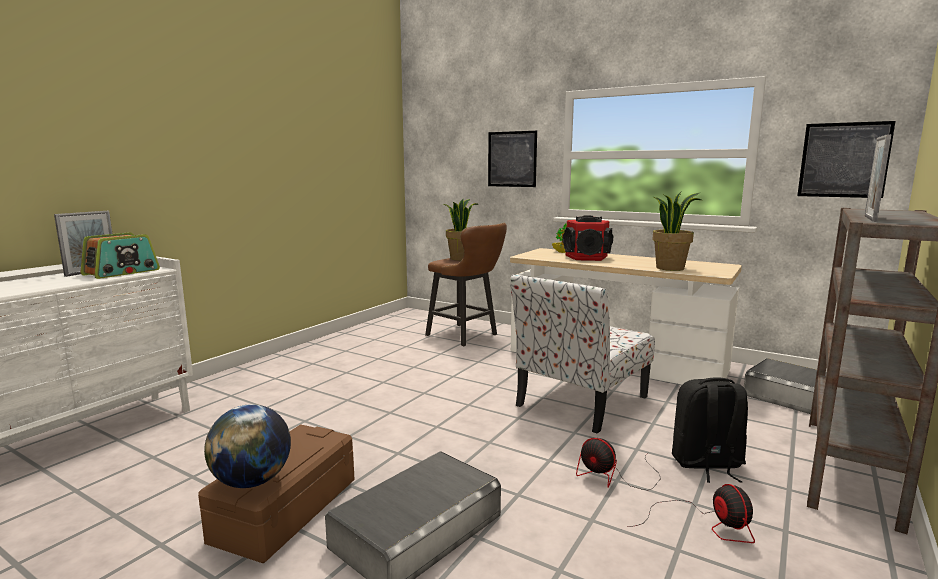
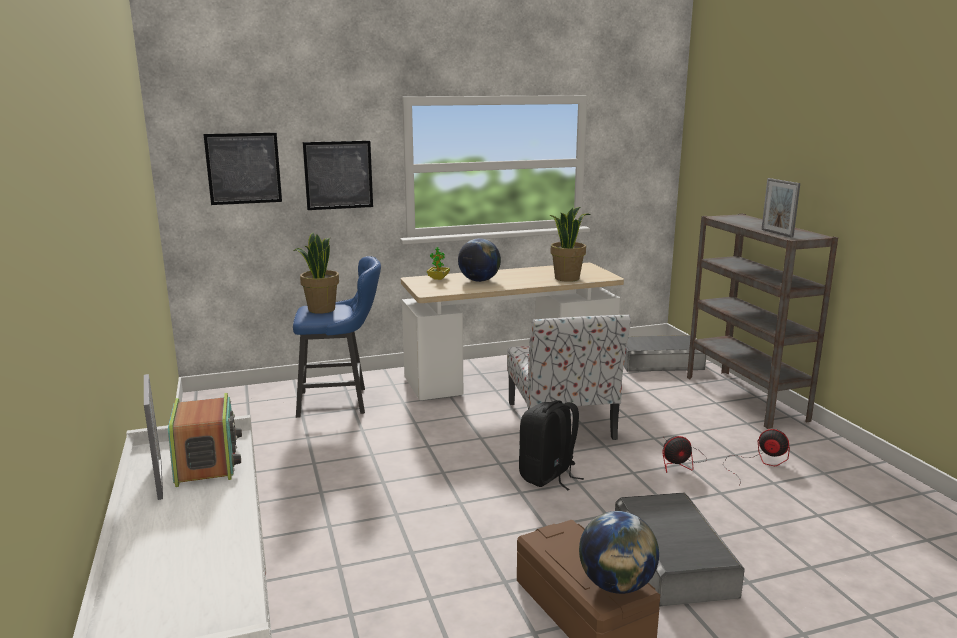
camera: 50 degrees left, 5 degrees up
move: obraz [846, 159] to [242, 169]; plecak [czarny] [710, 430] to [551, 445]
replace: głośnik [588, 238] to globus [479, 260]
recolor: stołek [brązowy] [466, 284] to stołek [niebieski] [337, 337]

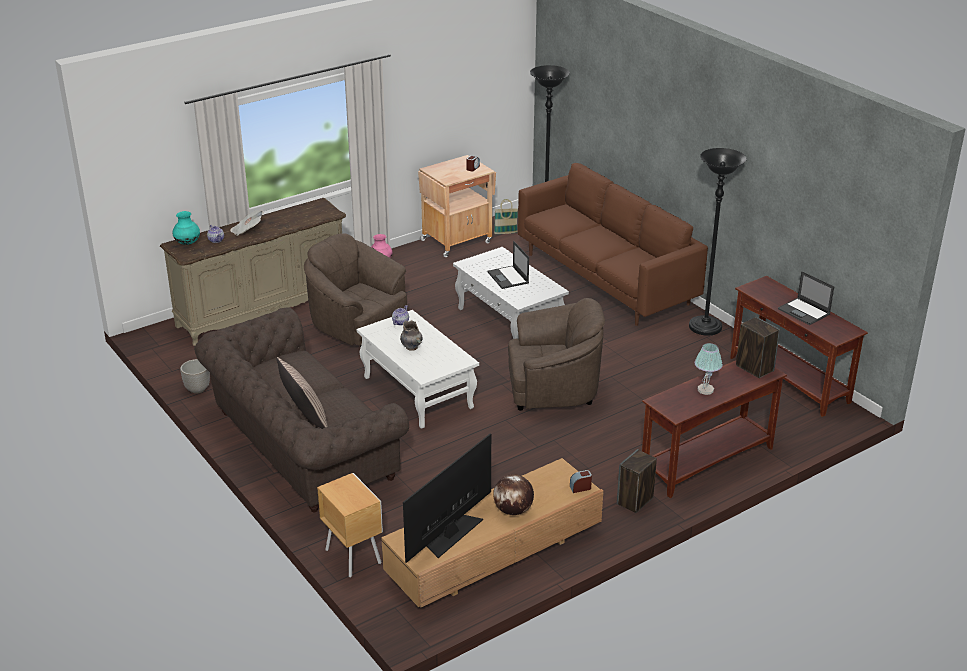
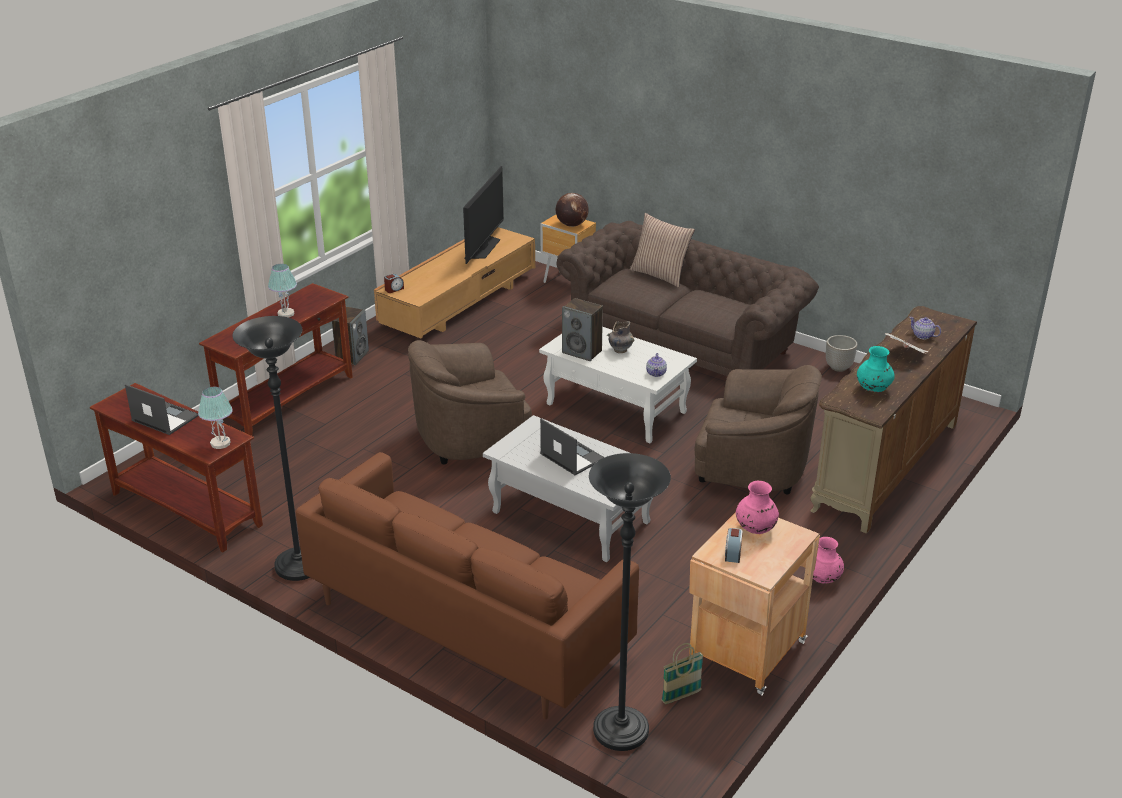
camera: 160 degrees right, 0 degrees up
insert: lampa stołowa [215, 418]; wazon [różowy] [757, 507]
move: globus [513, 494] to [572, 210]; głośnik [758, 347] to [582, 329]; wazon [turkusowy] [186, 228] to [876, 369]

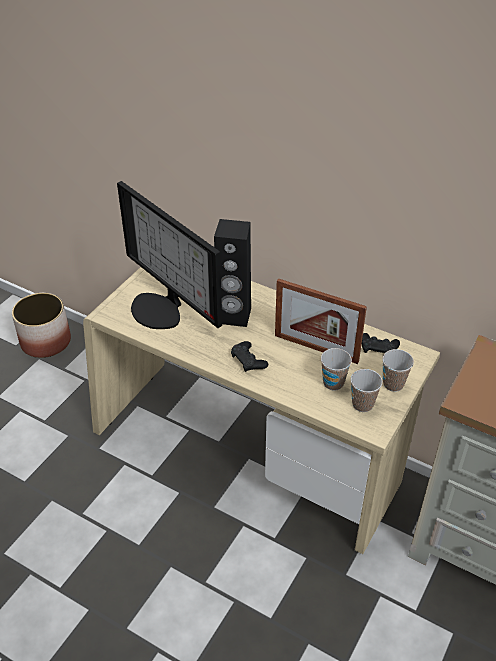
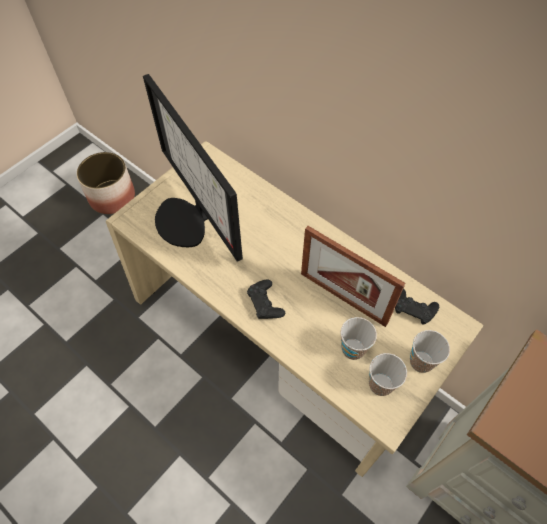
camera: 10 degrees right, 15 degrees up
delete: głośnik [czarny] [232, 273]

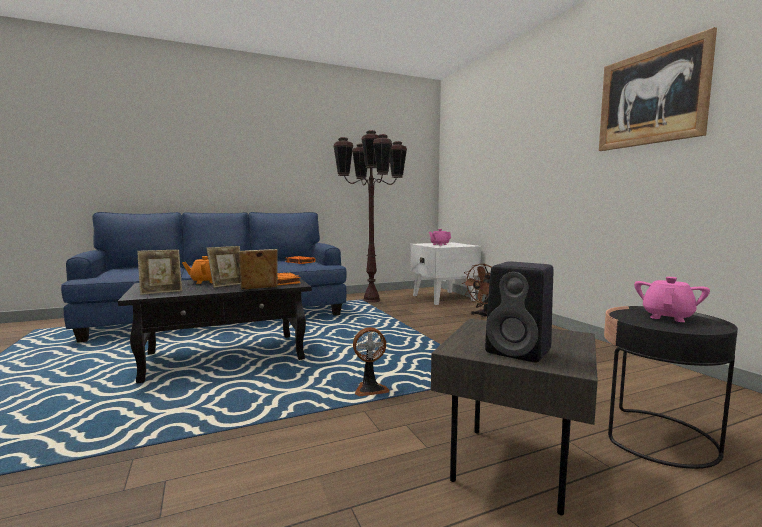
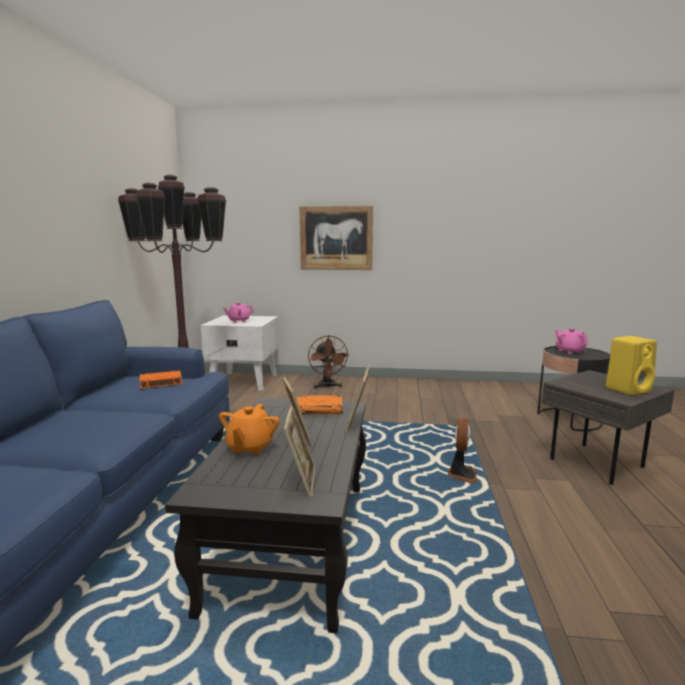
camera: 60 degrees left, 5 degrees up
move: obraz [658, 89] to [336, 238]
recolor: głośnik [czarny] [519, 312] to głośnik [żółty] [631, 365]

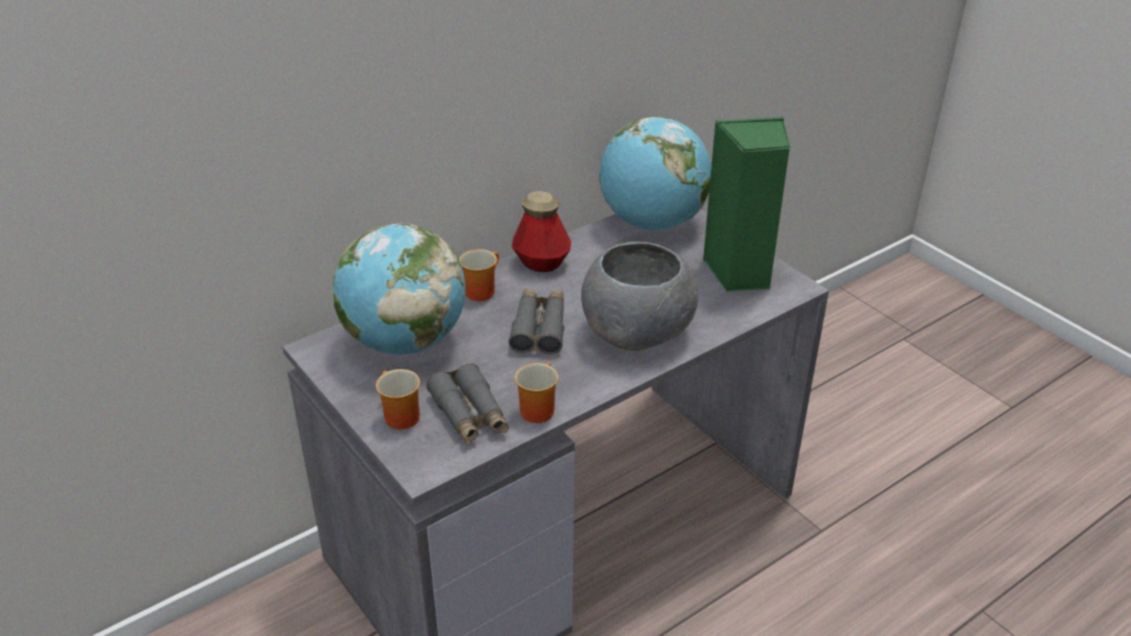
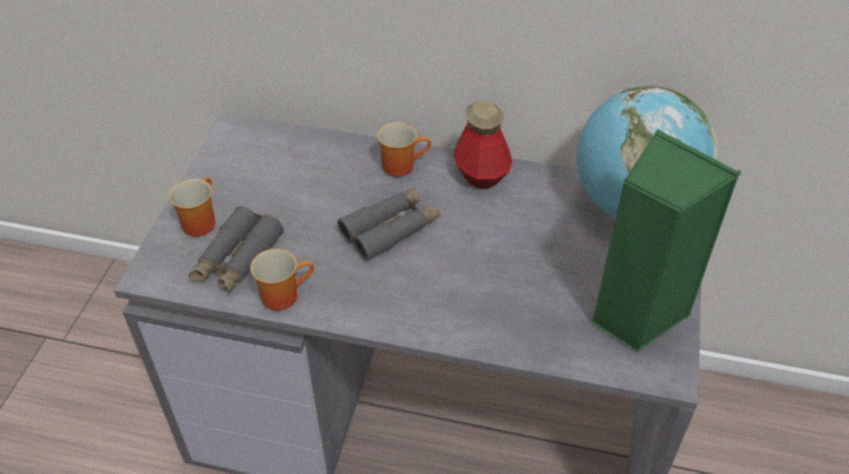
camera: 50 degrees right, 10 degrees up
delete: globus [399, 289]; miska [szary] [639, 296]

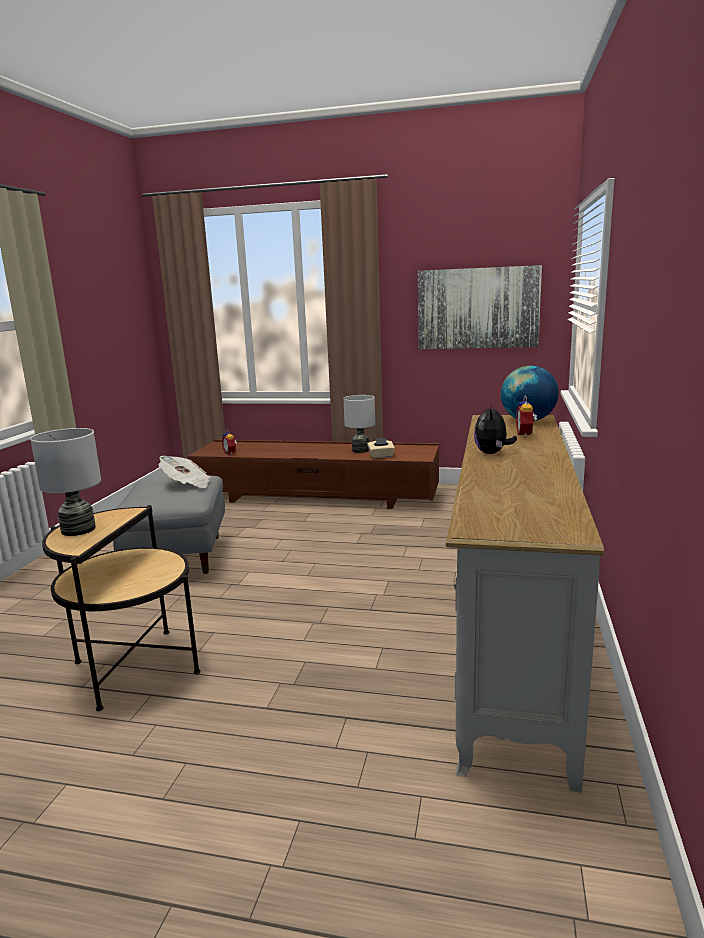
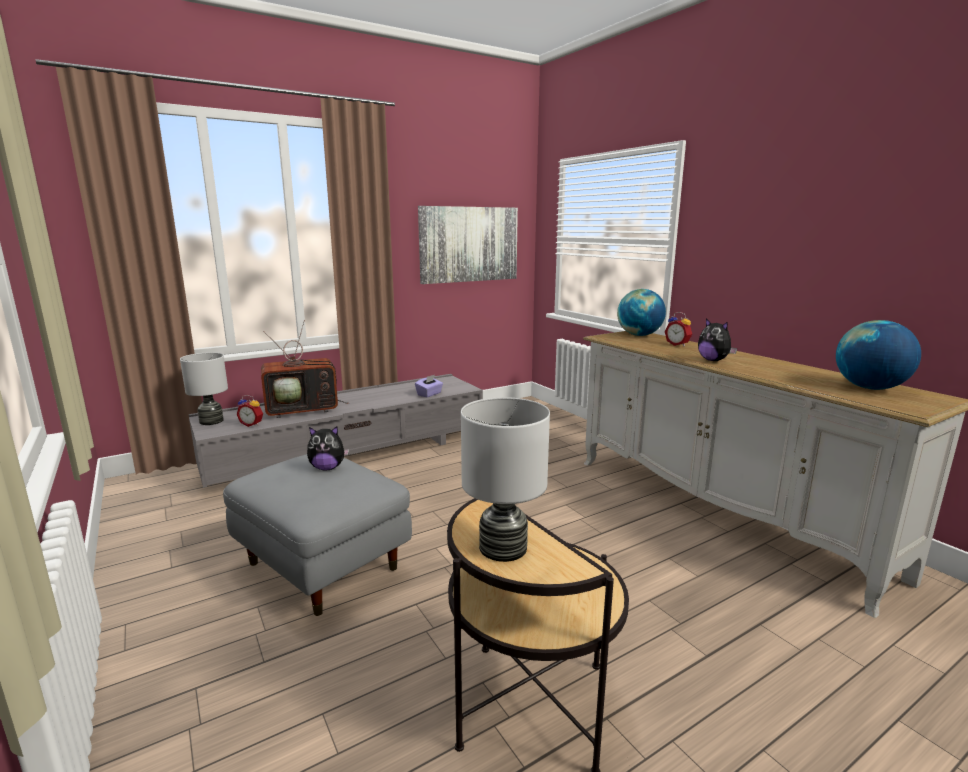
camera: 45 degrees left, 0 degrees up
insert: telewizor [305, 369]; globus [878, 355]
move: lampa stołowa [szary] [359, 424] to [204, 388]
replace: gazeta [184, 472] to pluszak [328, 449]
recolor: szafka pod telewizor [brązowy] [313, 474] to szafka pod telewizor [szary] [336, 431]; pudełko chusteczek [beżowy] [381, 448] to pudełko chusteczek [fioletowy] [429, 386]

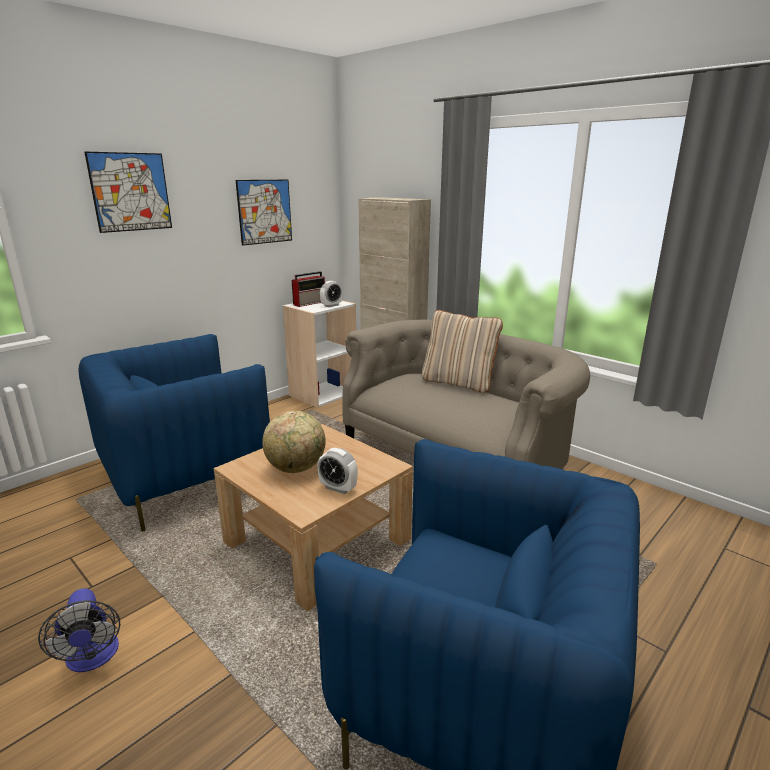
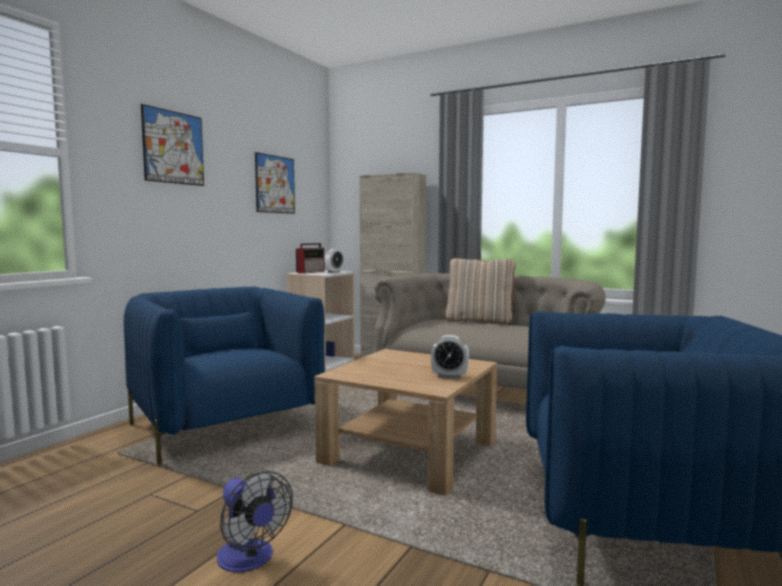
camera: 15 degrees left, 15 degrees down
delete: globus [294, 442]
rotate: fotel [niebieski] [174, 432] = [224, 376] 105 degrees clockwise

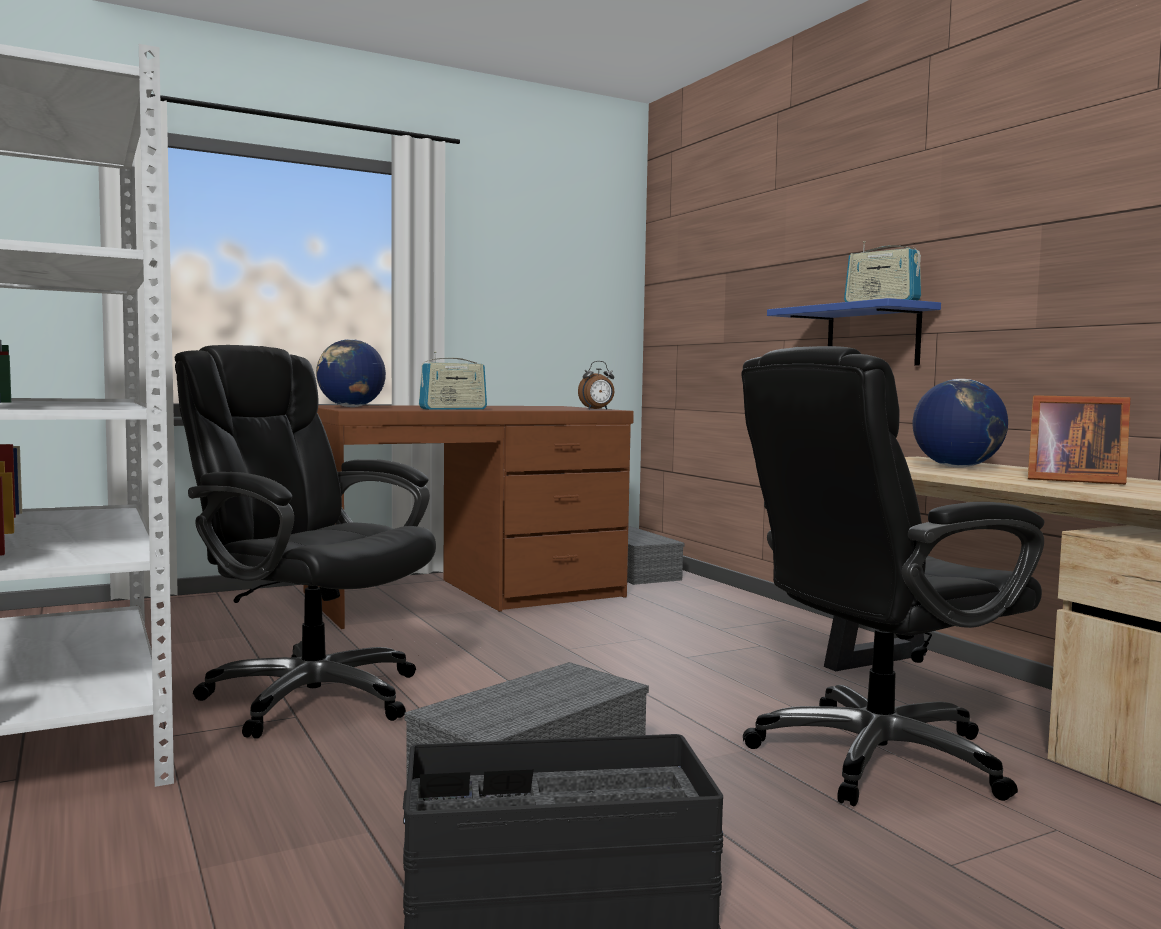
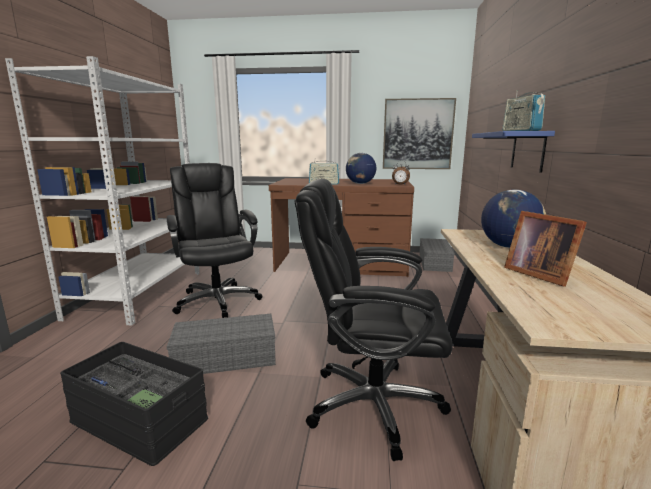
camera: 35 degrees right, 10 degrees up
insert: obraz [419, 133]
move: globus [351, 373] to [361, 168]

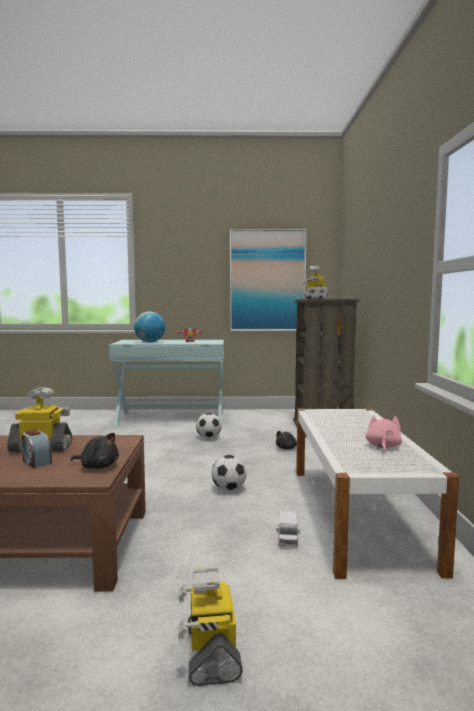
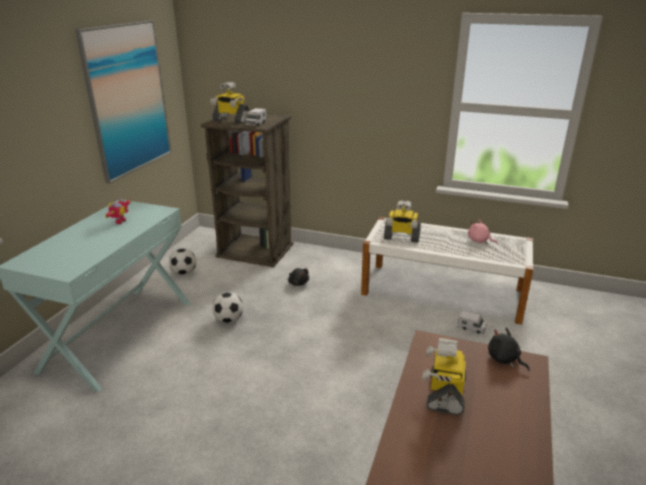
camera: 70 degrees left, 20 degrees up
delete: budzik [37, 449]; globus [149, 327]
move: piłka futbolowa [229, 473] to [182, 261]; robot zabawkowy [210, 626] to [402, 221]
rotate: pluszak [czarny] [95, 451] = [509, 349] 75 degrees counterclockwise

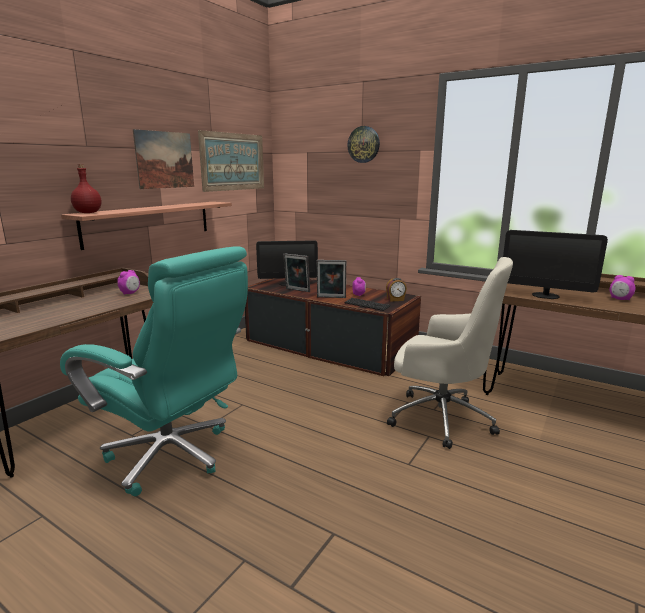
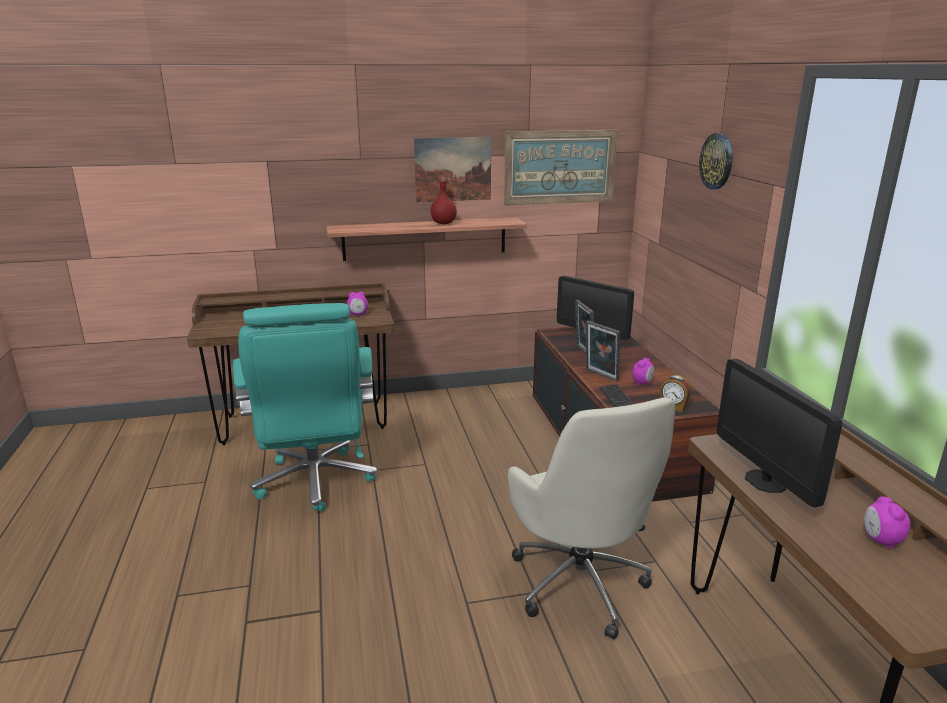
camera: 45 degrees right, 5 degrees up
move: butelka [czerwony] [86, 188] to [444, 200]

